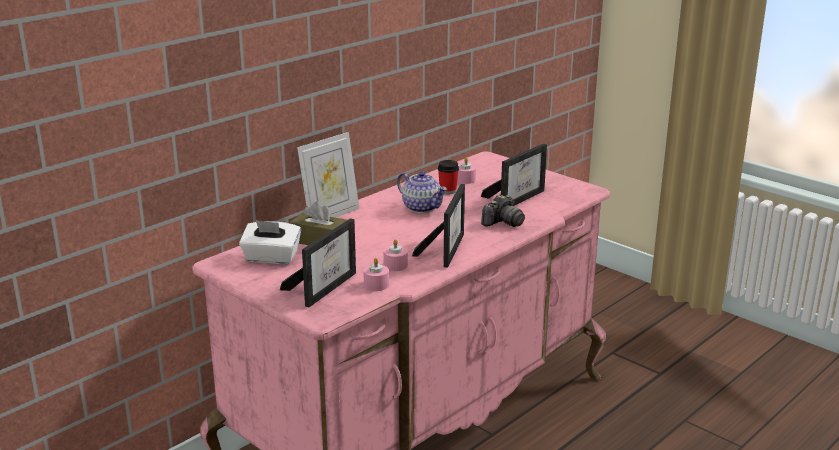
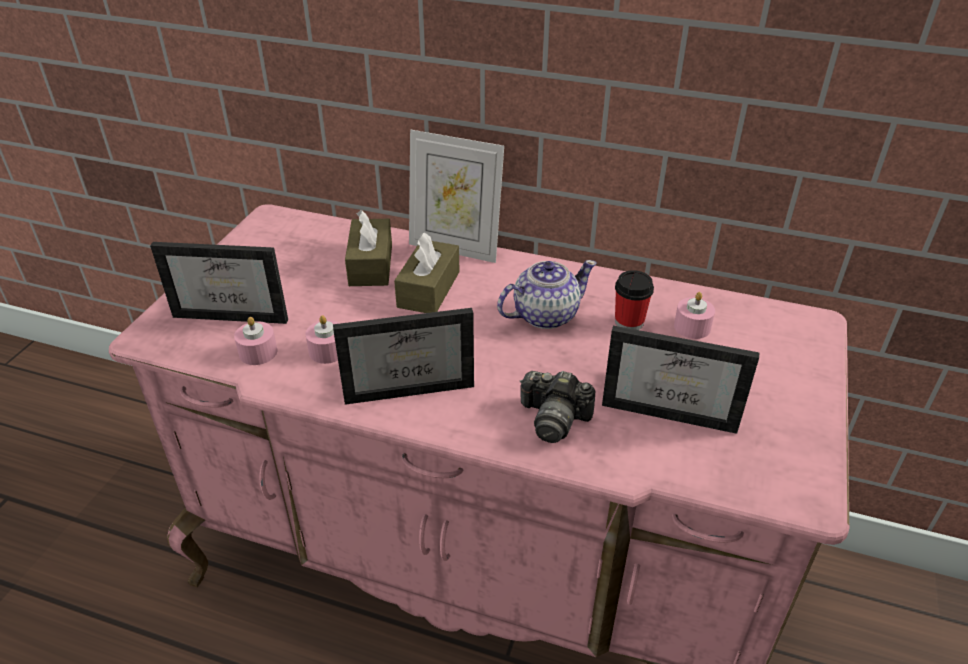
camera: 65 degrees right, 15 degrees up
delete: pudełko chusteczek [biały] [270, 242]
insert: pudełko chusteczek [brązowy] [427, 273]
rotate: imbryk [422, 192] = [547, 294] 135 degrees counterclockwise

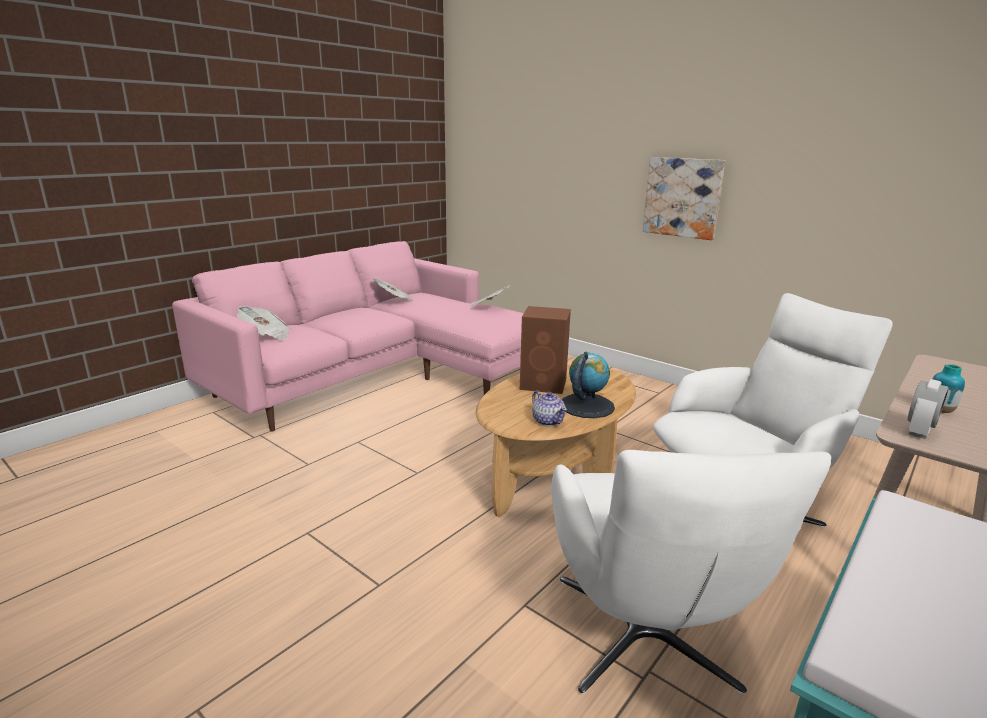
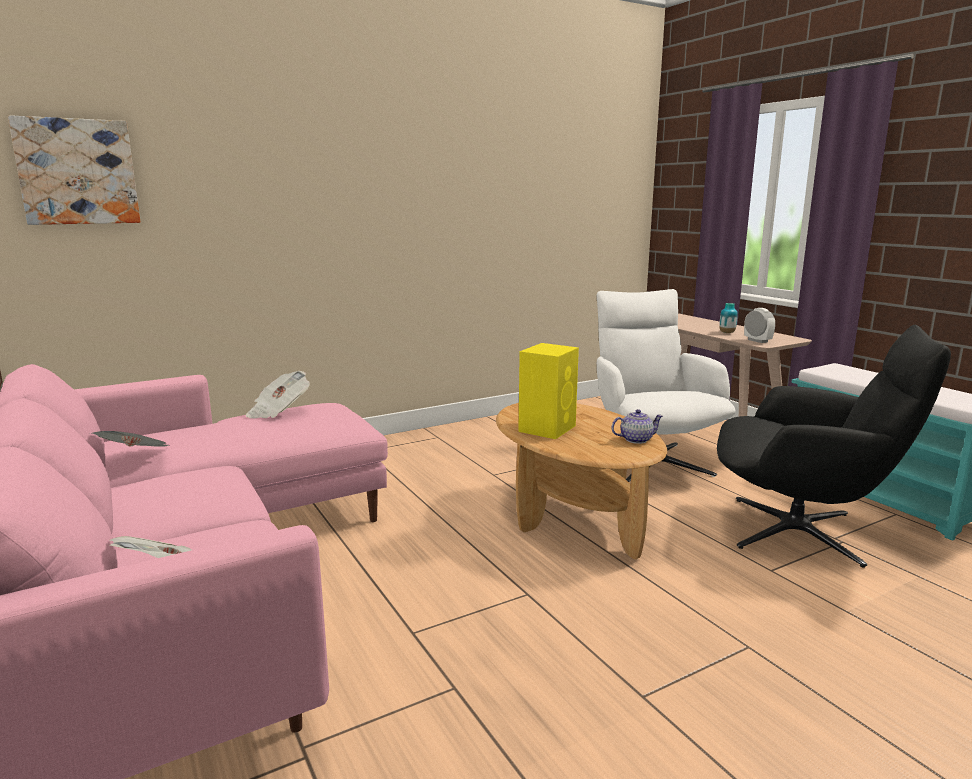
camera: 70 degrees left, 5 degrees down
delete: globus [588, 385]
move: obraz [684, 198] to [74, 170]
recolor: głośnik [brązowy] [545, 350] to głośnik [żółty] [548, 391]; fotel [biały] [691, 572] to fotel [czarny] [834, 446]

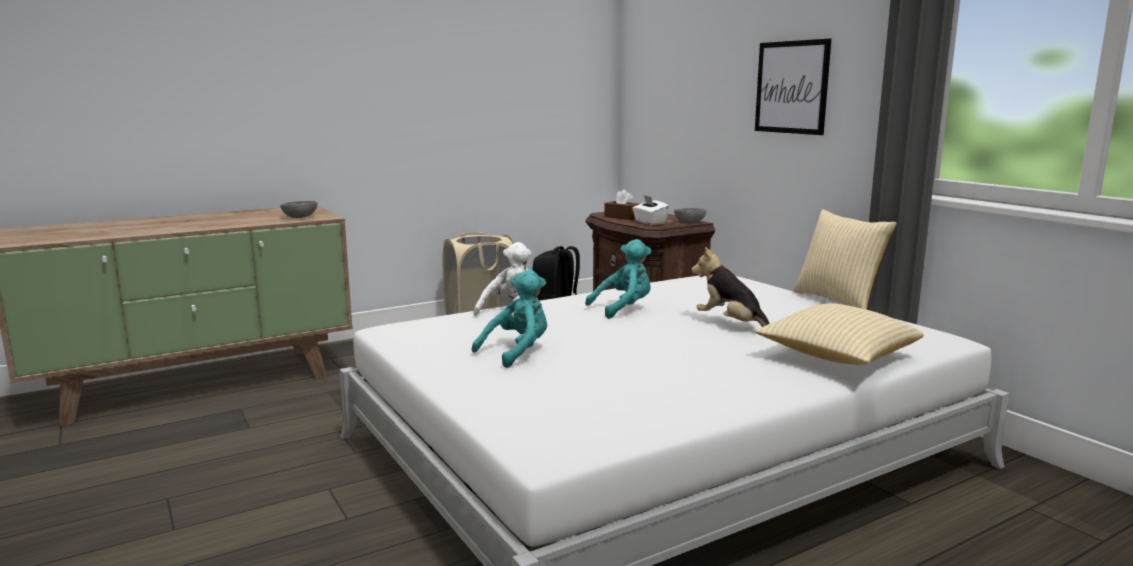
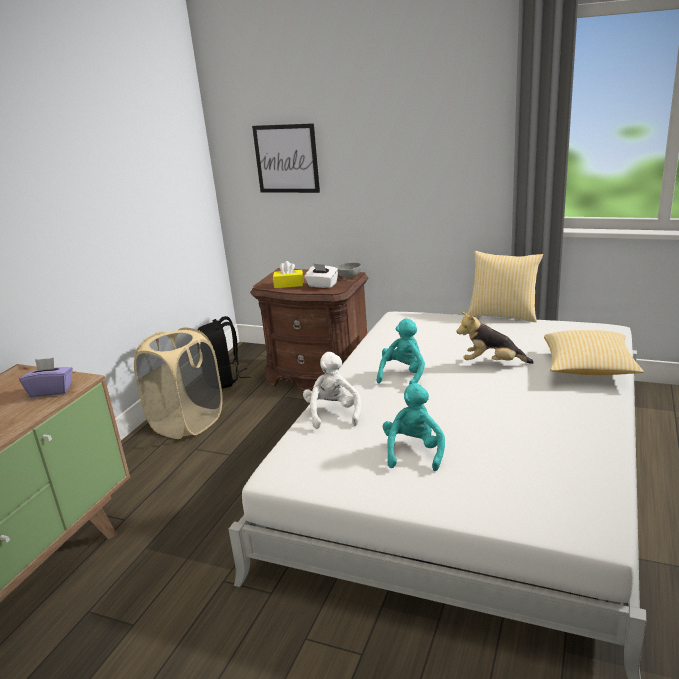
camera: 35 degrees left, 10 degrees up
move: obraz [793, 87] to [286, 158]
replace: miska [szary] [298, 209] to pudełko chusteczek [fioletowy] [46, 377]
recolor: pudełko chusteczek [brązowy] [621, 205] to pudełko chusteczek [żółty] [288, 274]

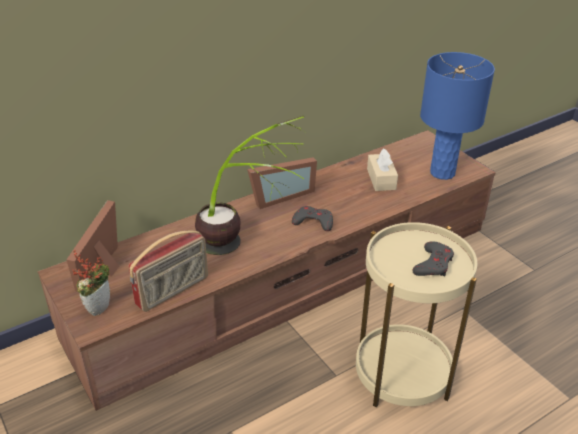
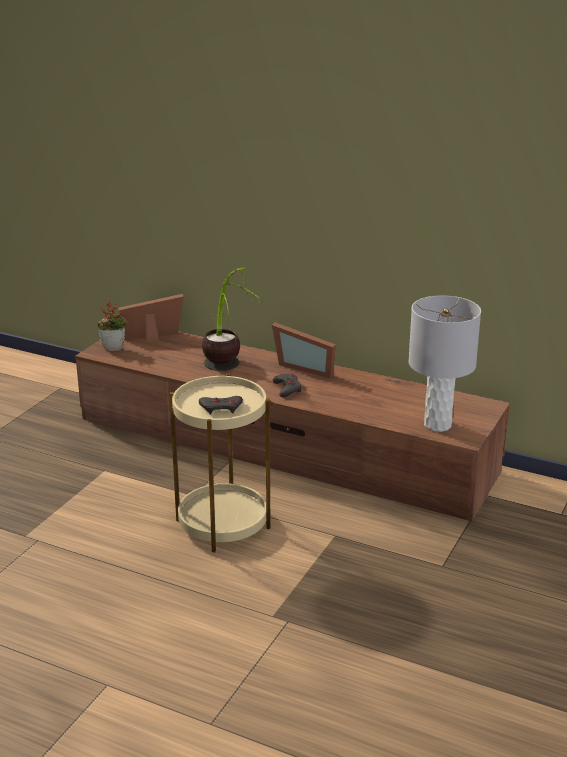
camera: 60 degrees right, 10 degrees down
delete: radio [168, 271]; pudełko chusteczek [beżowy] [382, 169]
recolor: lampa stołowa [niebieski] [457, 116] to lampa stołowa [szary] [444, 363]

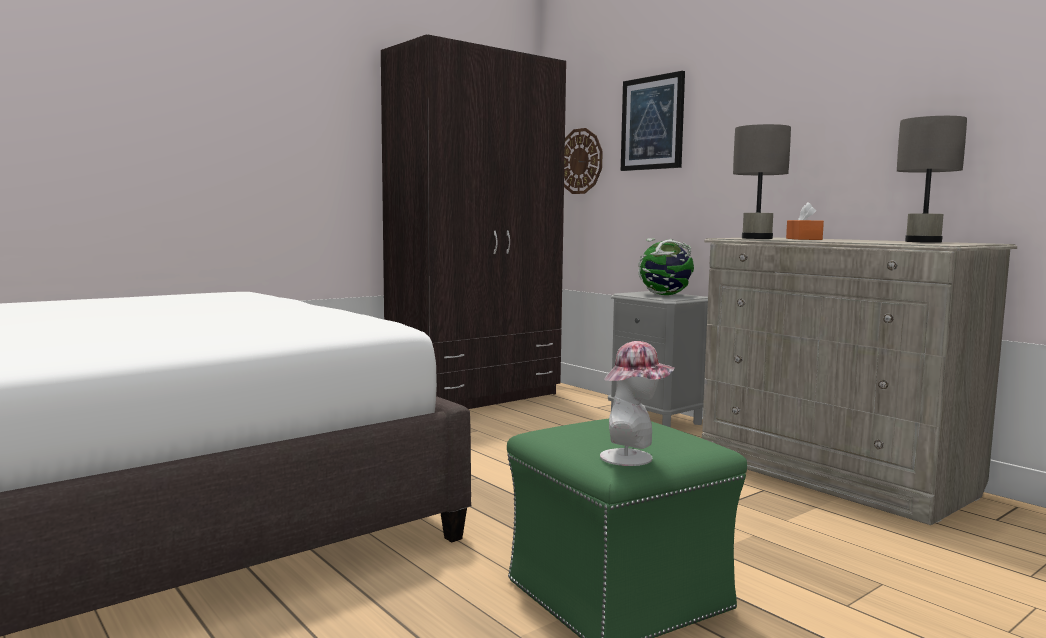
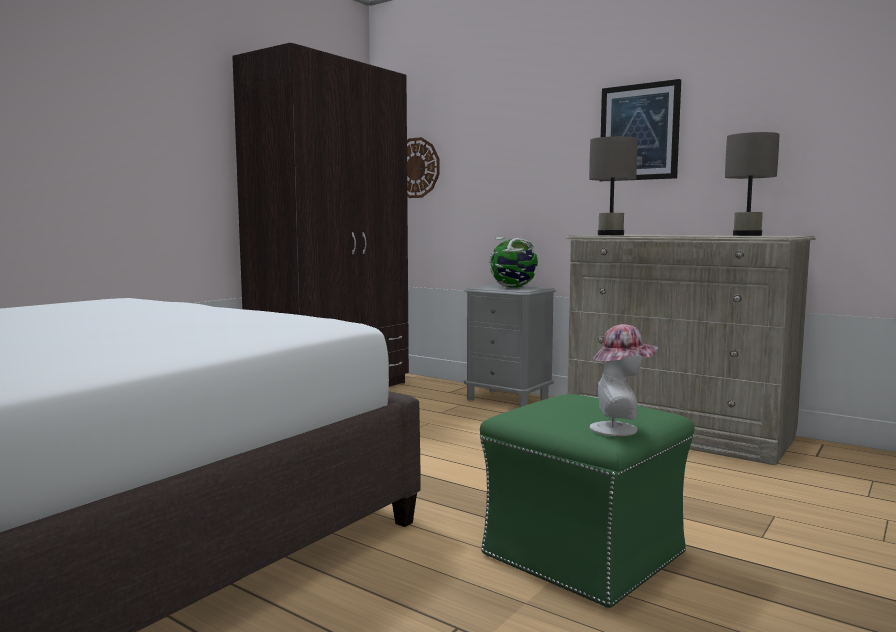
camera: 15 degrees left, 0 degrees up
delete: pudełko chusteczek [pomarańczowy] [805, 221]
move: obraz [653, 121] to [641, 130]

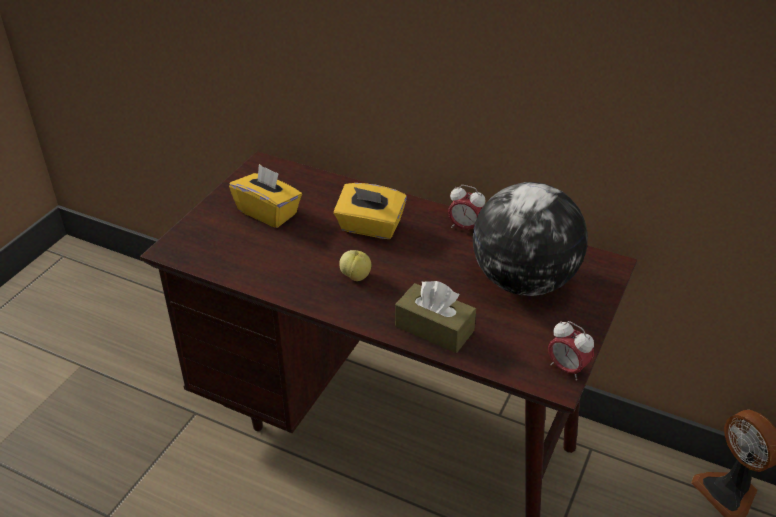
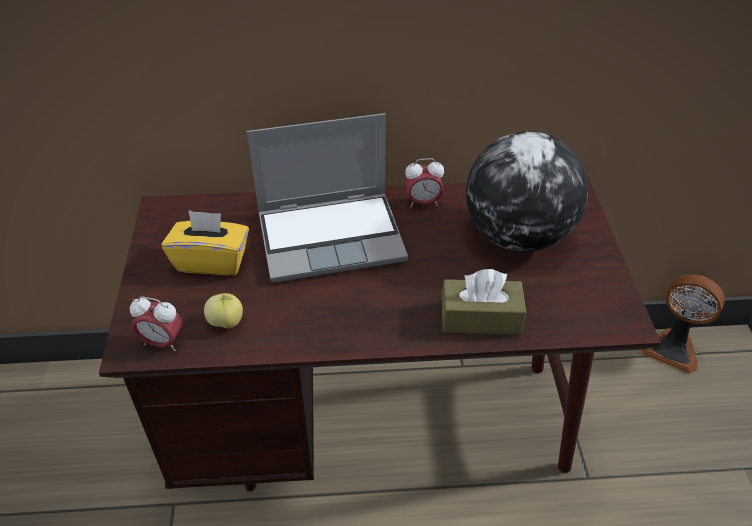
camera: 30 degrees left, 5 degrees up
move: budzik [571, 351] to [156, 324]; jabłko [355, 265] to [223, 311]
replace: pudełko chusteczek [żółty] [370, 211] to laptop [327, 197]

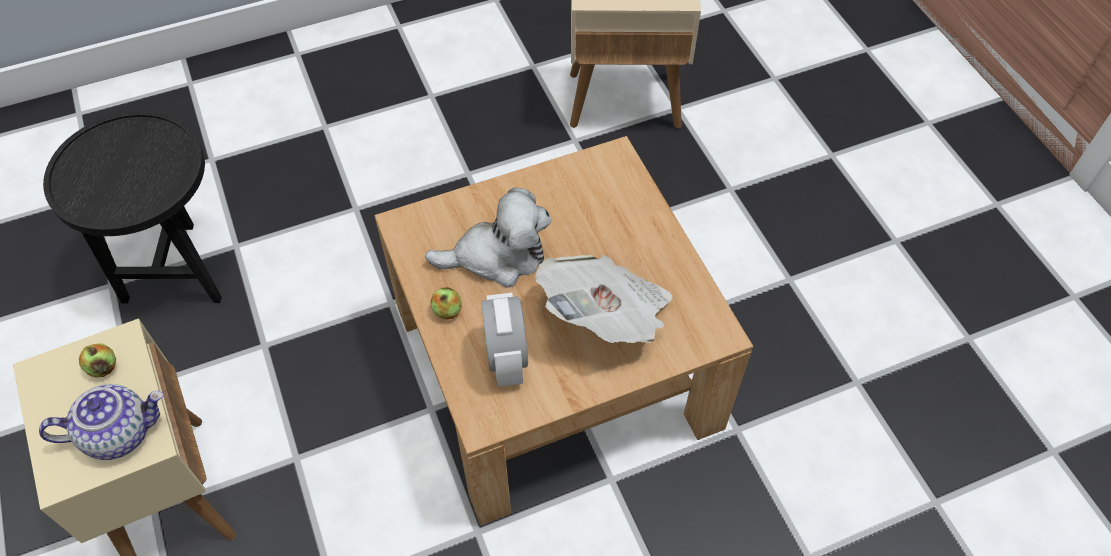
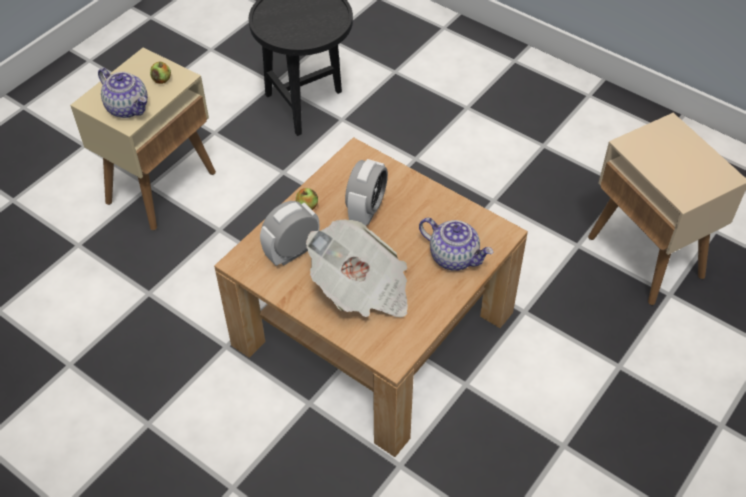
camera: 60 degrees right, 5 degrees down
insert: imbryk [456, 244]
replace: pluszak [488, 237] to budzik [366, 192]

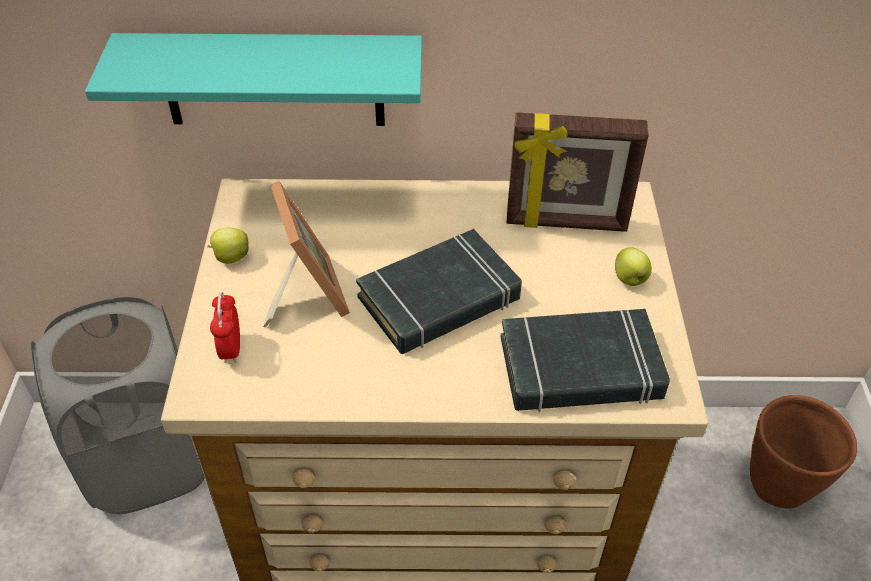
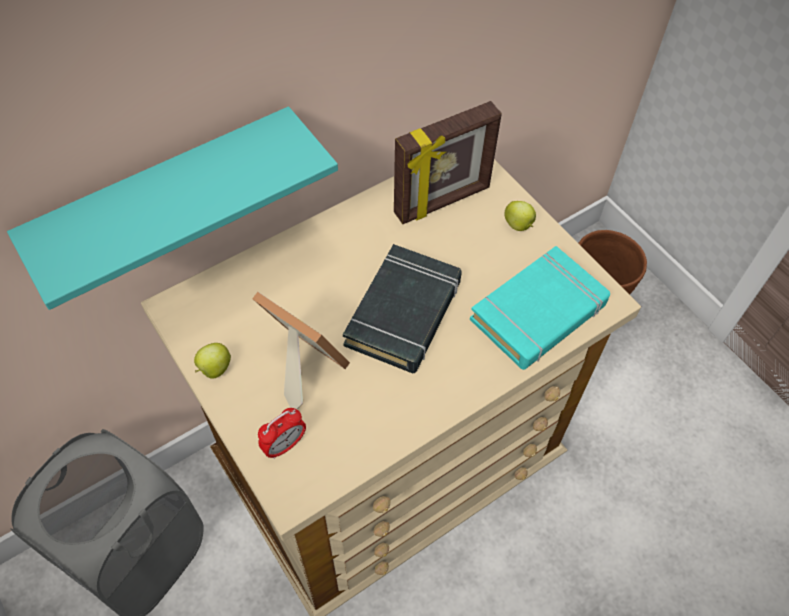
camera: 35 degrees left, 10 degrees up
recolor: książka [czarny] [585, 360] to książka [turkusowy] [540, 308]
rotate: budzik [225, 327] = [282, 433] 90 degrees counterclockwise

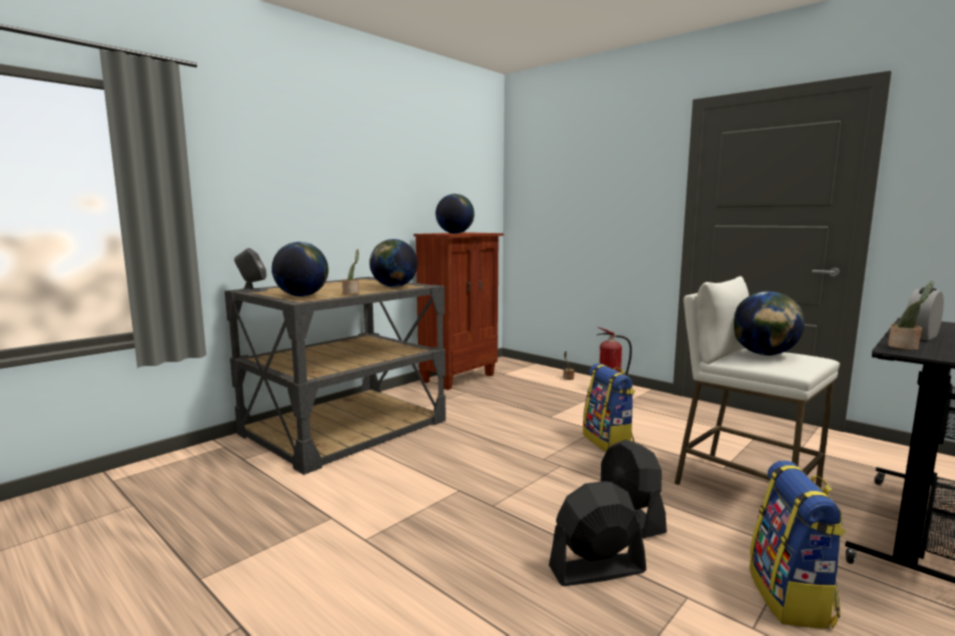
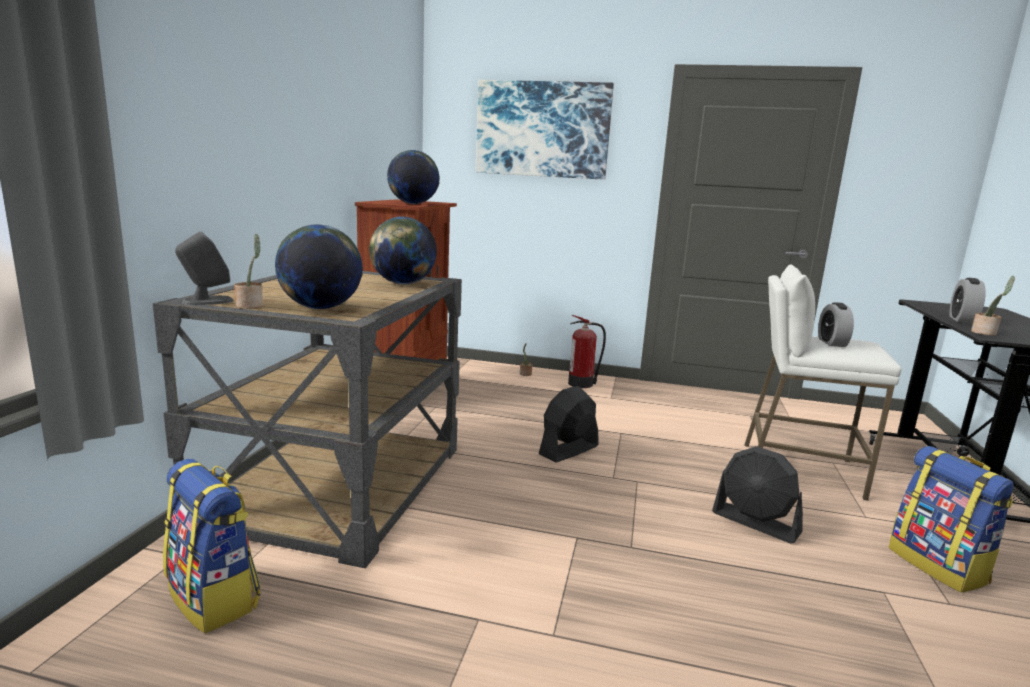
camera: 30 degrees left, 5 degrees up
insert: obraz [545, 130]
move: plecak [609, 407] to [212, 546]; roślina doniczkowa [350, 272] to [248, 271]; wentylator [czarny] [597, 533] to [569, 424]
replace: globus [769, 323] to budzik [836, 324]

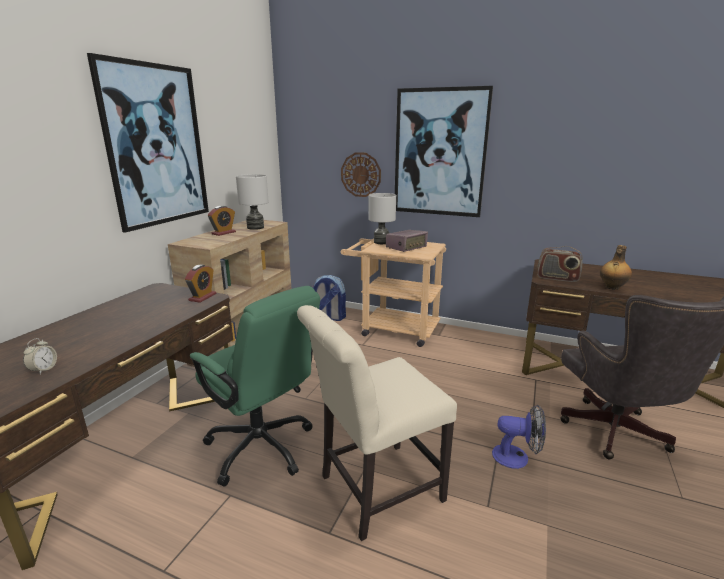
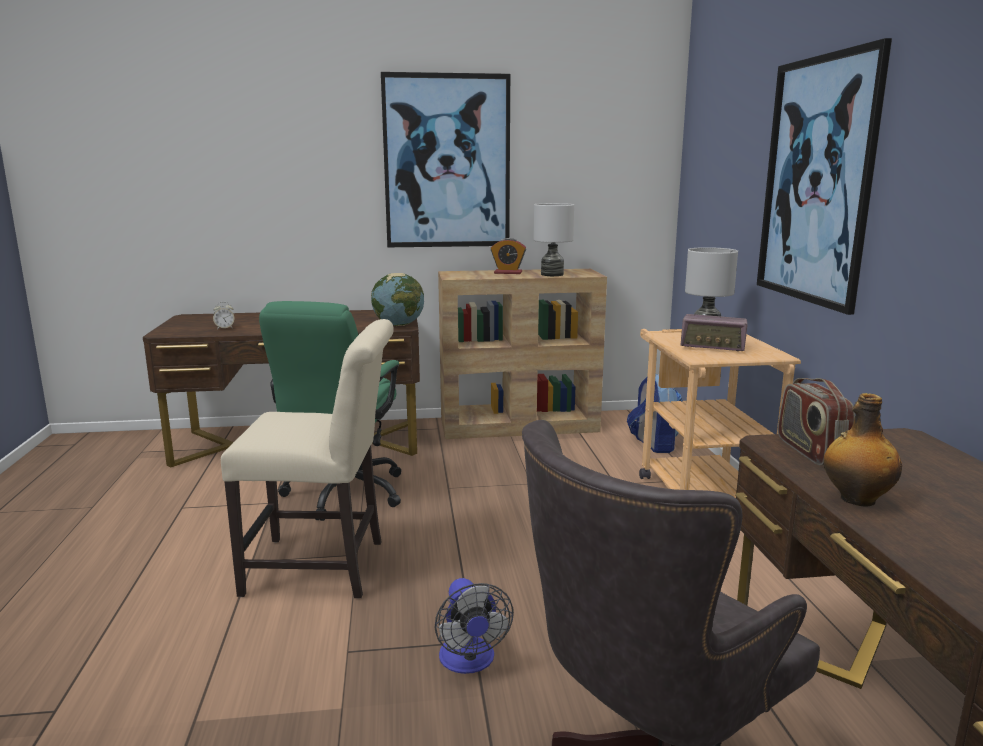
camera: 60 degrees right, 5 degrees down
delete: zegar ścienny [361, 174]
replace: budzik [200, 284] to globus [397, 299]
rotate: krzesło [beżowy] [377, 423] = [307, 458] 150 degrees clockwise

